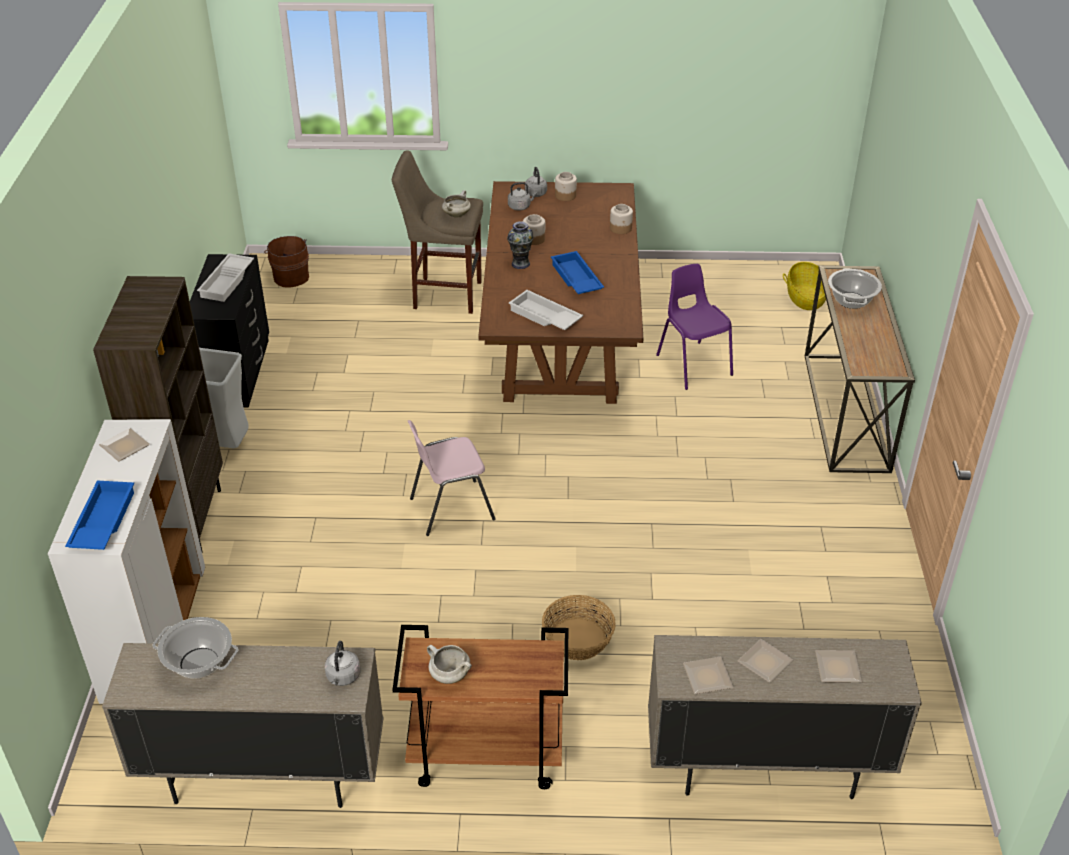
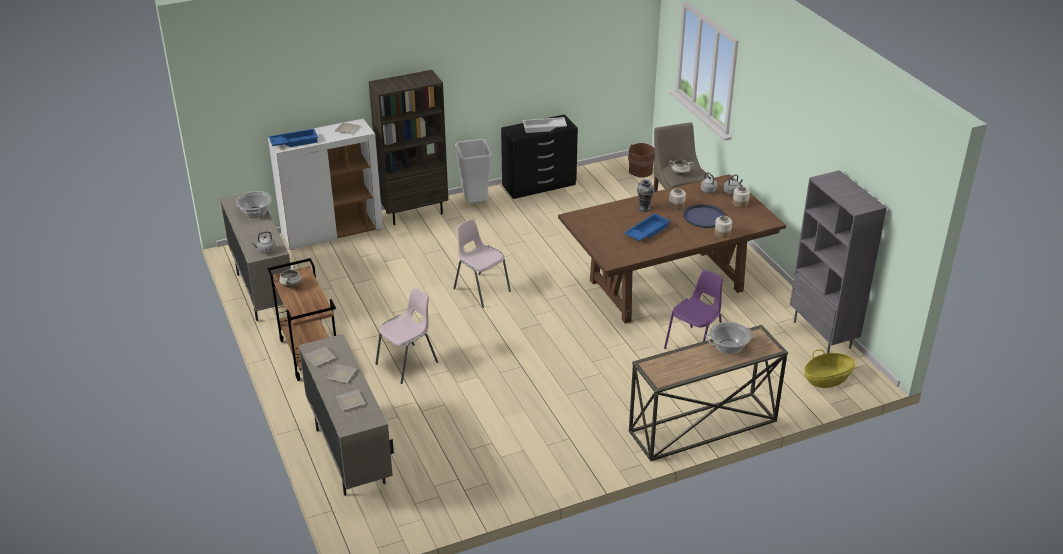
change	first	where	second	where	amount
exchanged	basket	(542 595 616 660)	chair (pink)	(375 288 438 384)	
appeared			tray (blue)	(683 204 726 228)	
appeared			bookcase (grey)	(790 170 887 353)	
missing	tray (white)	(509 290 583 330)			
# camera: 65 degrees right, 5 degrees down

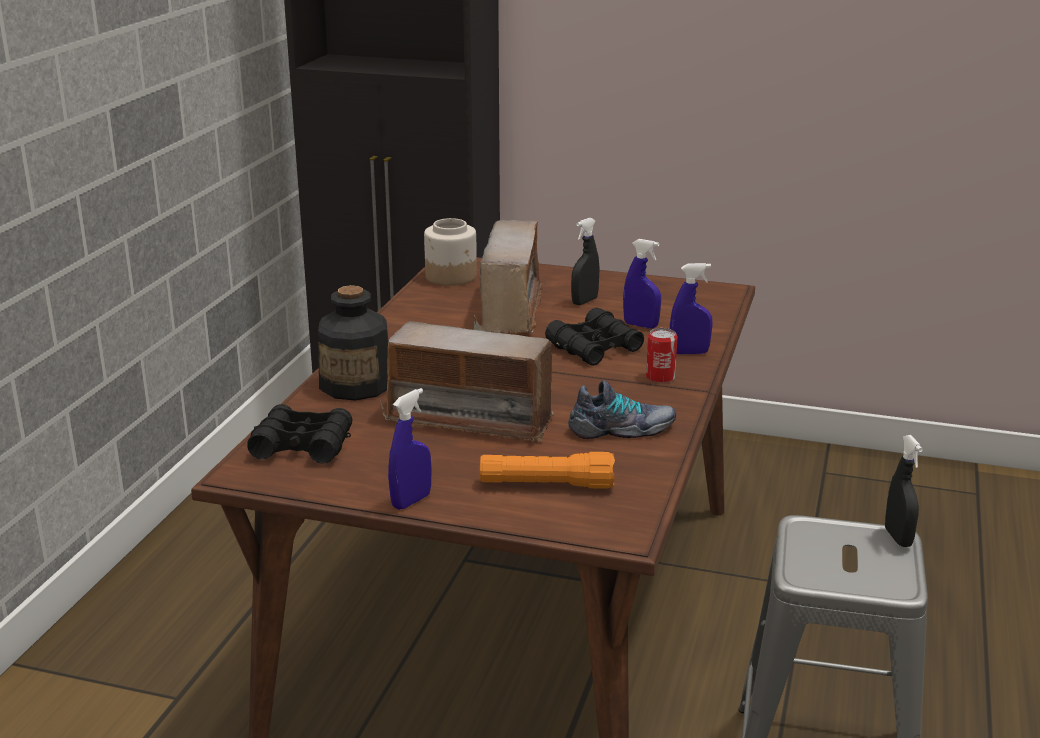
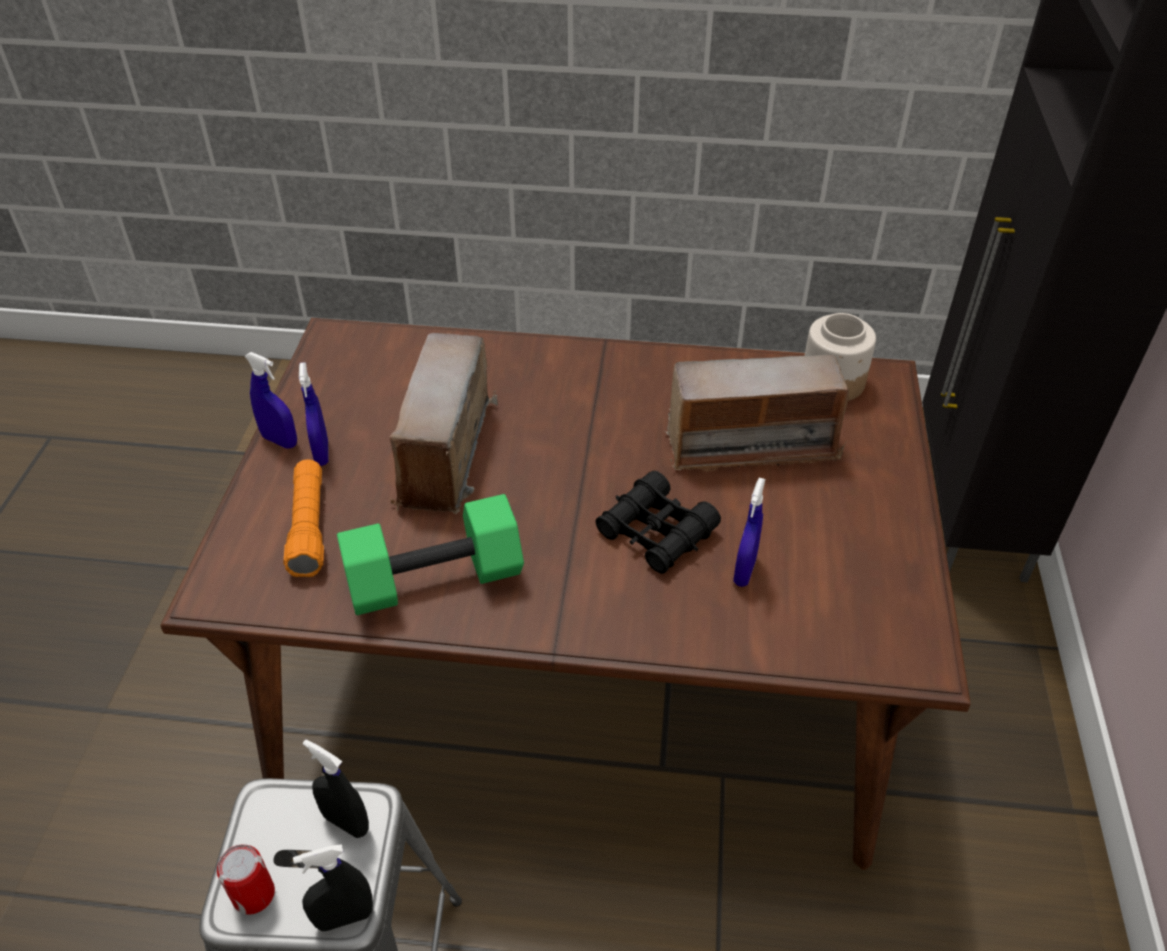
change	first	where	second	where	amount
relocated	can	(646 328 677 383)		(217 845 275 915)	
relocated	spray bottle (blue)	(670 263 713 354)		(299 362 329 466)	
relocated	spray bottle (black)	(571 218 600 305)		(303 739 369 838)	
exchanged	shoe	(568 380 676 439)	dumbbell (green)	(337 494 524 615)	
missing	binoculars (black)	(247 404 352 464)			
missing	bottle	(318 285 389 401)			
# camera: 80 degrees right, 20 degrees up

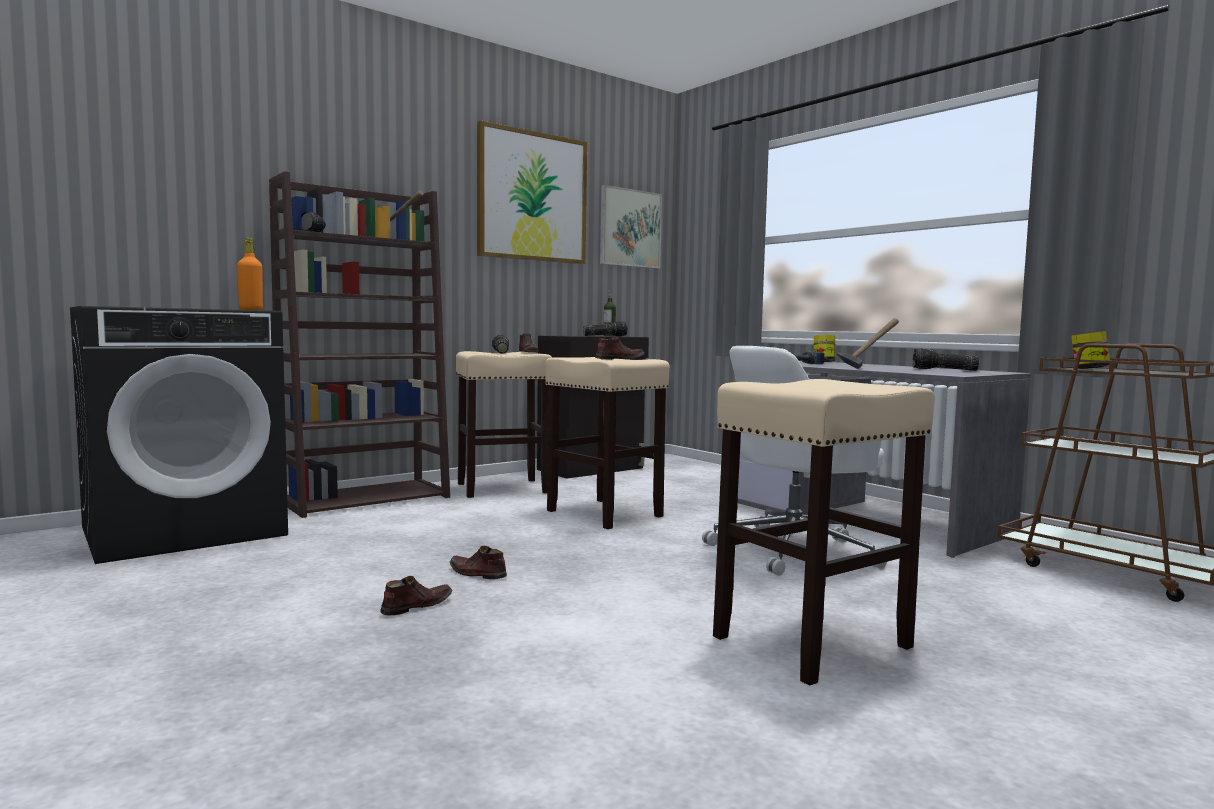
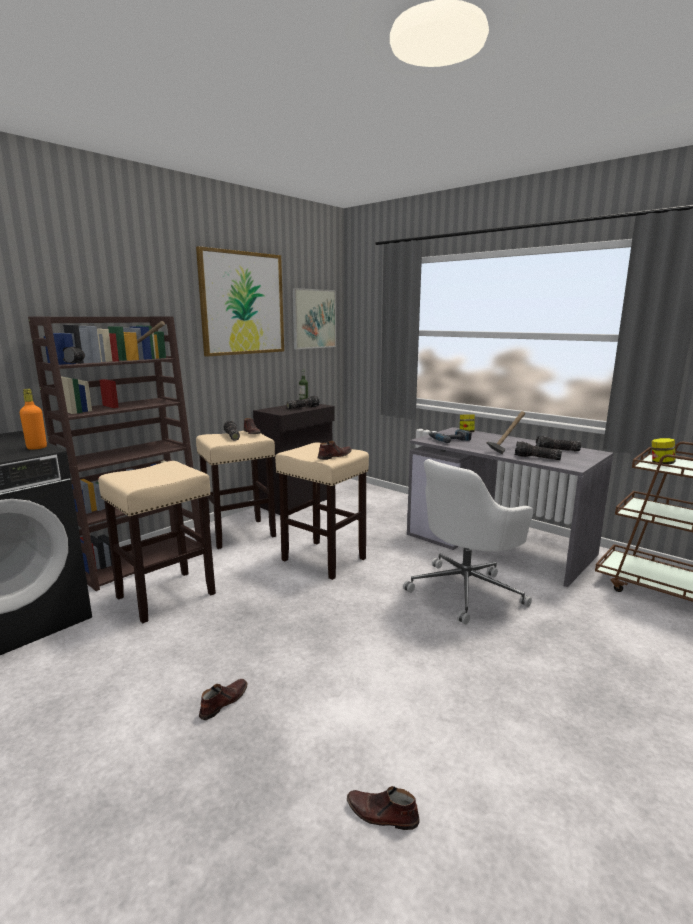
change	first	where	second	where	amount
relocated	stool (beige)	(713 379 935 686)		(98 461 216 623)	
relocated	shoe (brown)	(450 546 507 579)		(347 786 419 830)	
appeared			flashlight	(515 442 562 460)	
# camera: 10 degrees left, 10 degrees up

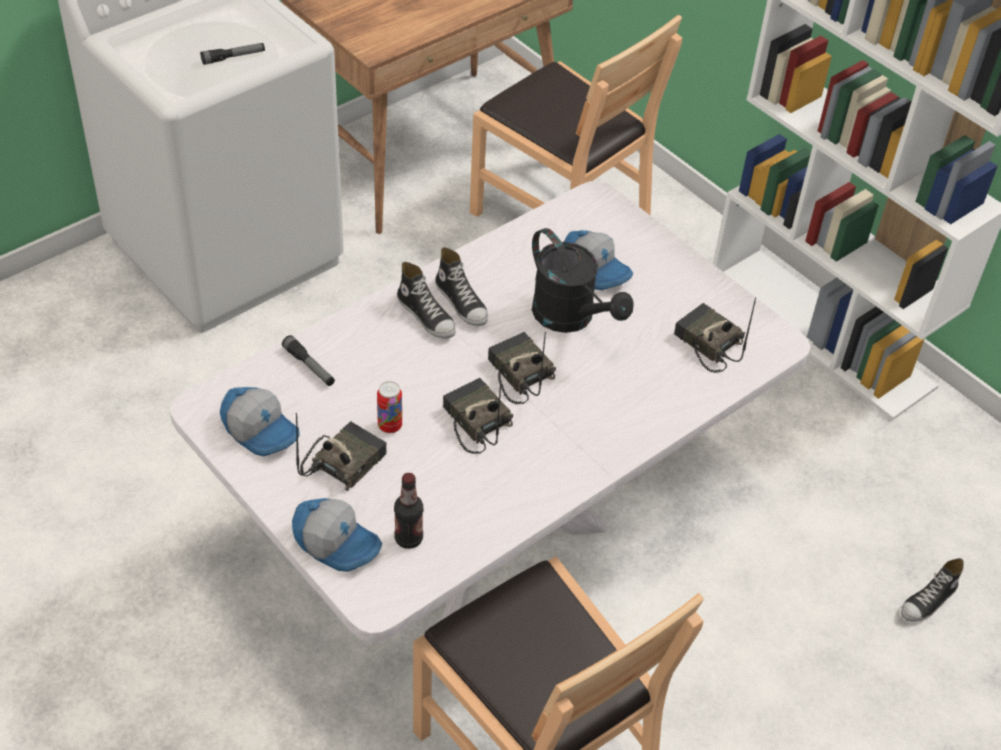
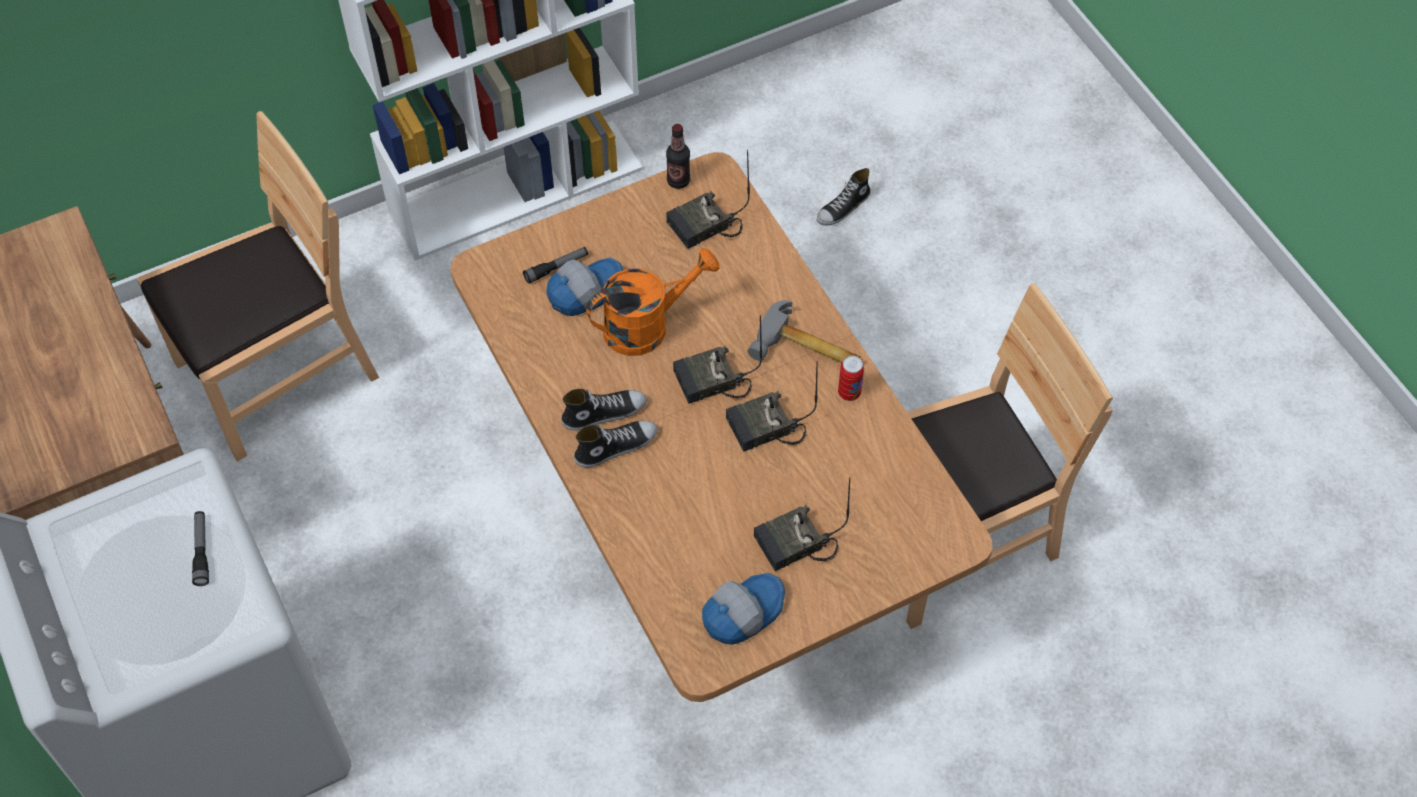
change	first	where	second	where	amount
colour	dining table (white)	(170 181 811 643)	dining table (brown)	(450 152 993 702)	
relocated	flashlight	(282 335 335 386)		(523 247 588 284)	
colour	watering can (black)	(532 228 633 333)	watering can (orange)	(586 248 720 356)	
relocated	bottle	(394 473 423 549)		(666 124 690 189)	
appeared			hammer	(748 300 861 363)	
spun	radio	(296 413 387 491)		(754 477 850 571)	75 degrees counterclockwise
spun	shoe	(901 558 964 622)		(817 168 871 225)	75 degrees clockwise
relocated	can	(377 381 402 433)		(838 356 864 401)	
missing	cap	(292 498 382 572)			
# camera: 75 degrees left, 10 degrees up

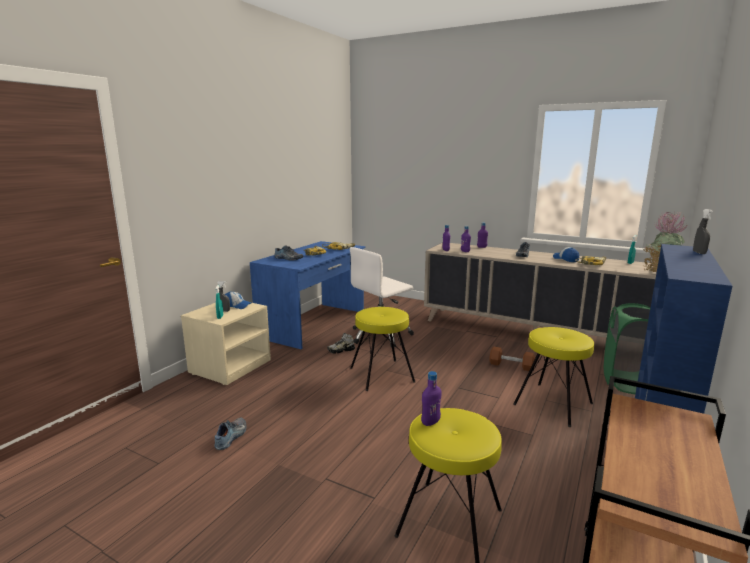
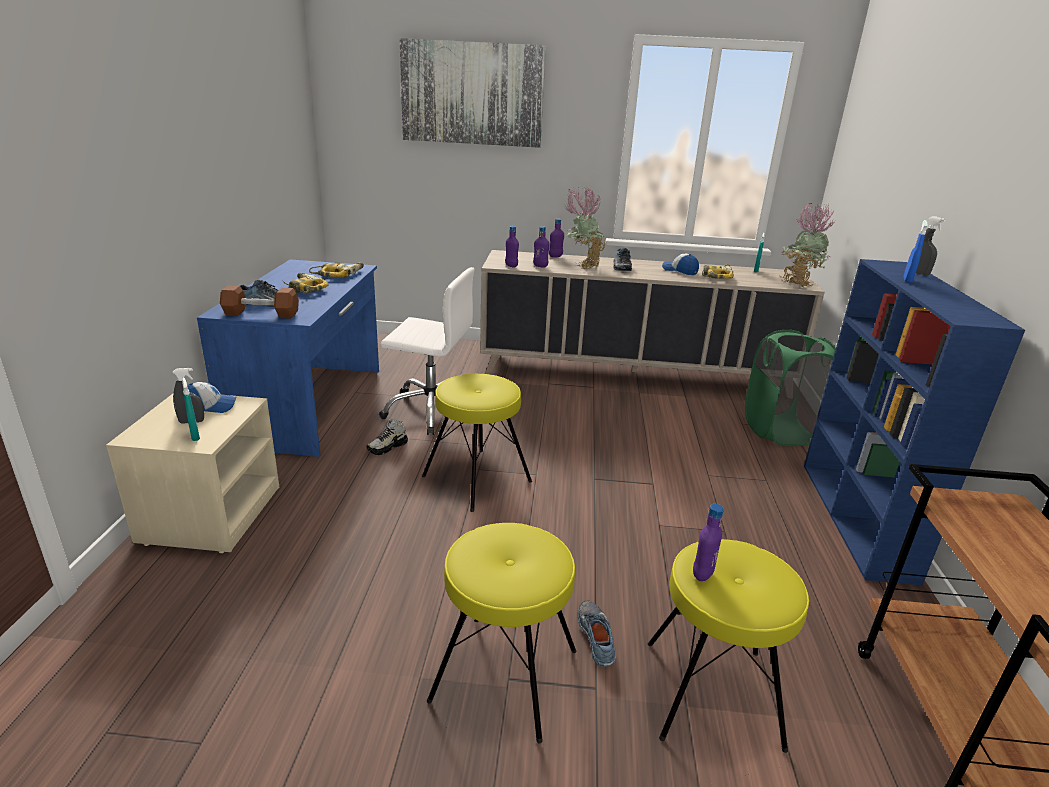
change	first	where	second	where	amount
relocated	dumbbell (brown)	(489 347 535 371)		(220 285 299 319)	
spun	office chair (white)	(350 247 414 348)		(379 267 474 435)	105 degrees counterclockwise
appeared			picture	(399 38 546 148)	
relocated	stool (yellow)	(513 327 594 427)		(427 523 576 743)	
appeared			potted plant	(565 186 606 269)	
relocated	shoe	(214 418 246 450)		(578 601 616 667)	
appeared			spray bottle (blue)	(904 220 928 283)	
# camera: 25 degrees left, 10 degrees up

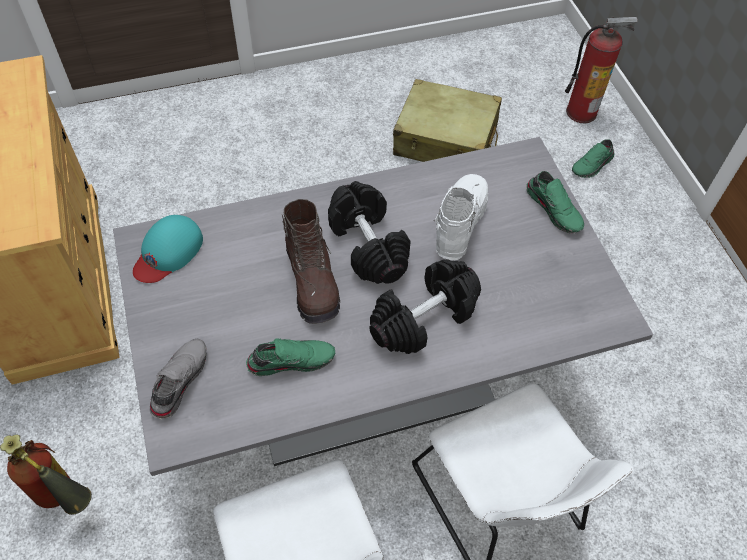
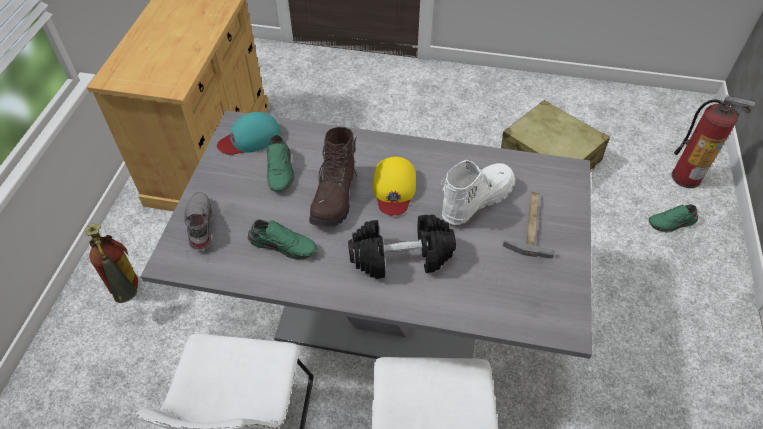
change	first	where	second	where	amount
spun	shoe (grey)	(150 339 207 419)		(184 192 212 250)	60 degrees counterclockwise
relocated	shoe (green)	(526 171 584 233)		(267 135 295 191)	
exchanged	dumbbell (black)	(328 181 411 284)	cap (yellow)	(373 157 416 216)	
appeared			hammer	(503 192 554 258)	
# camera: 30 degrees right, 5 degrees down

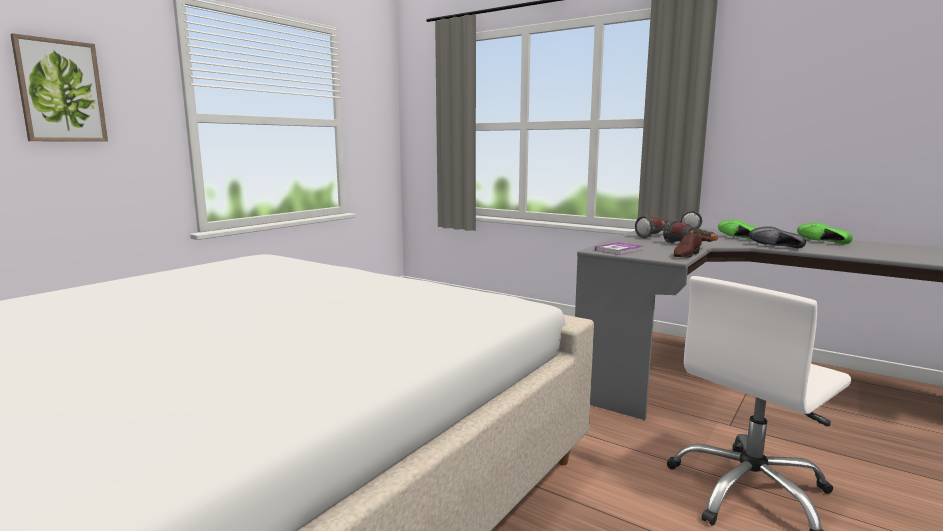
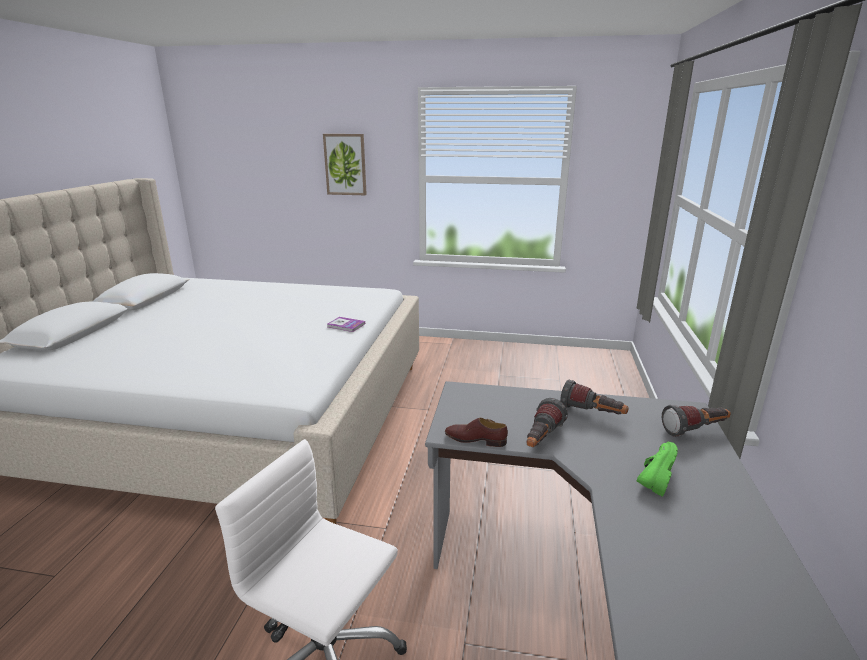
change	first	where	second	where	amount
relocated	book	(595 242 643 255)		(327 317 365 332)	
missing	shoe (black)	(749 226 806 248)			
missing	shoe (green)	(797 223 853 244)			
# camera: 65 degrees right, 10 degrees up

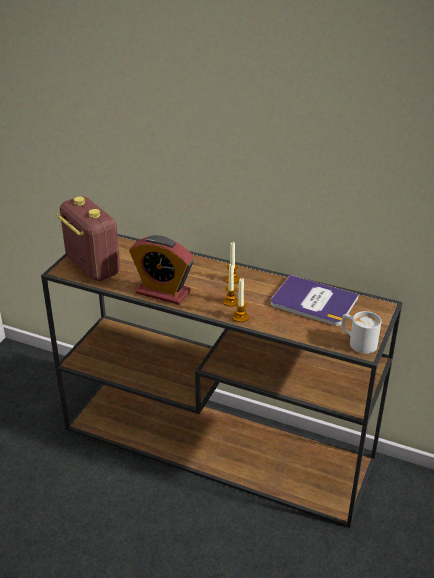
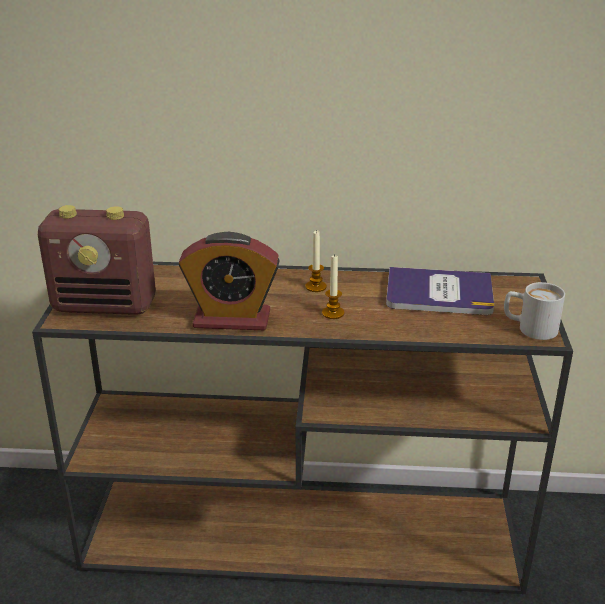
change	first	where	second	where	amount
spun	radio	(56 196 120 281)		(38 205 156 315)	150 degrees clockwise
missing	candle	(233 278 249 322)			
# camera: 20 degrees left, 5 degrees down

